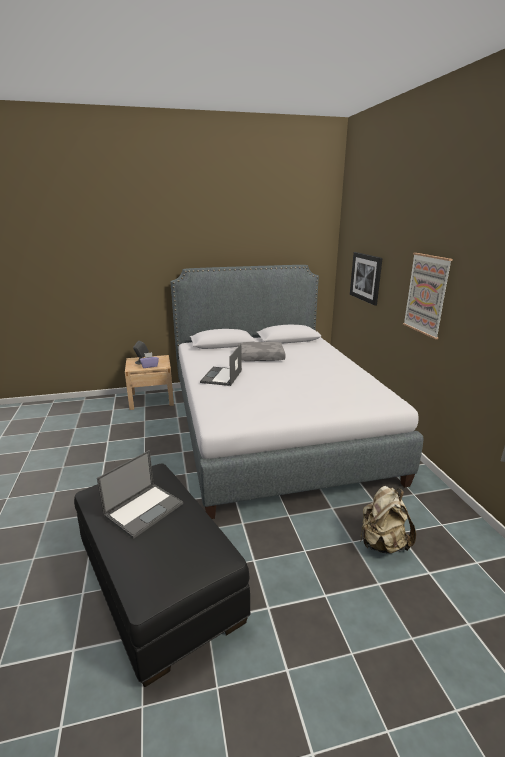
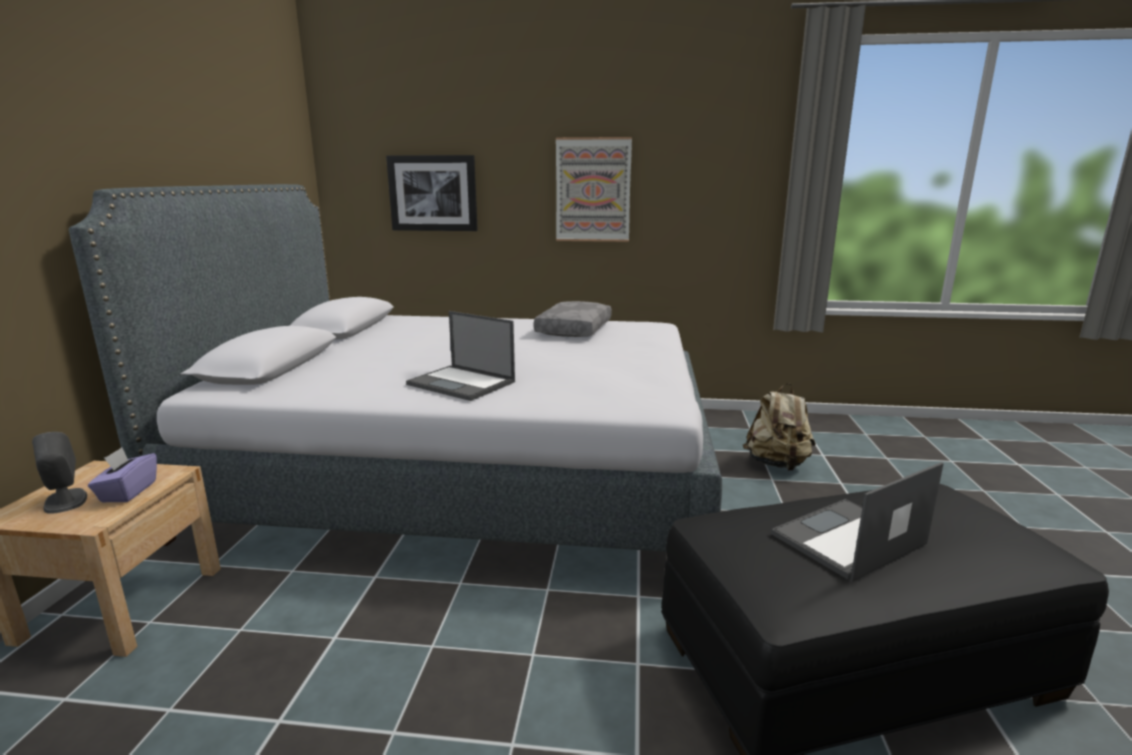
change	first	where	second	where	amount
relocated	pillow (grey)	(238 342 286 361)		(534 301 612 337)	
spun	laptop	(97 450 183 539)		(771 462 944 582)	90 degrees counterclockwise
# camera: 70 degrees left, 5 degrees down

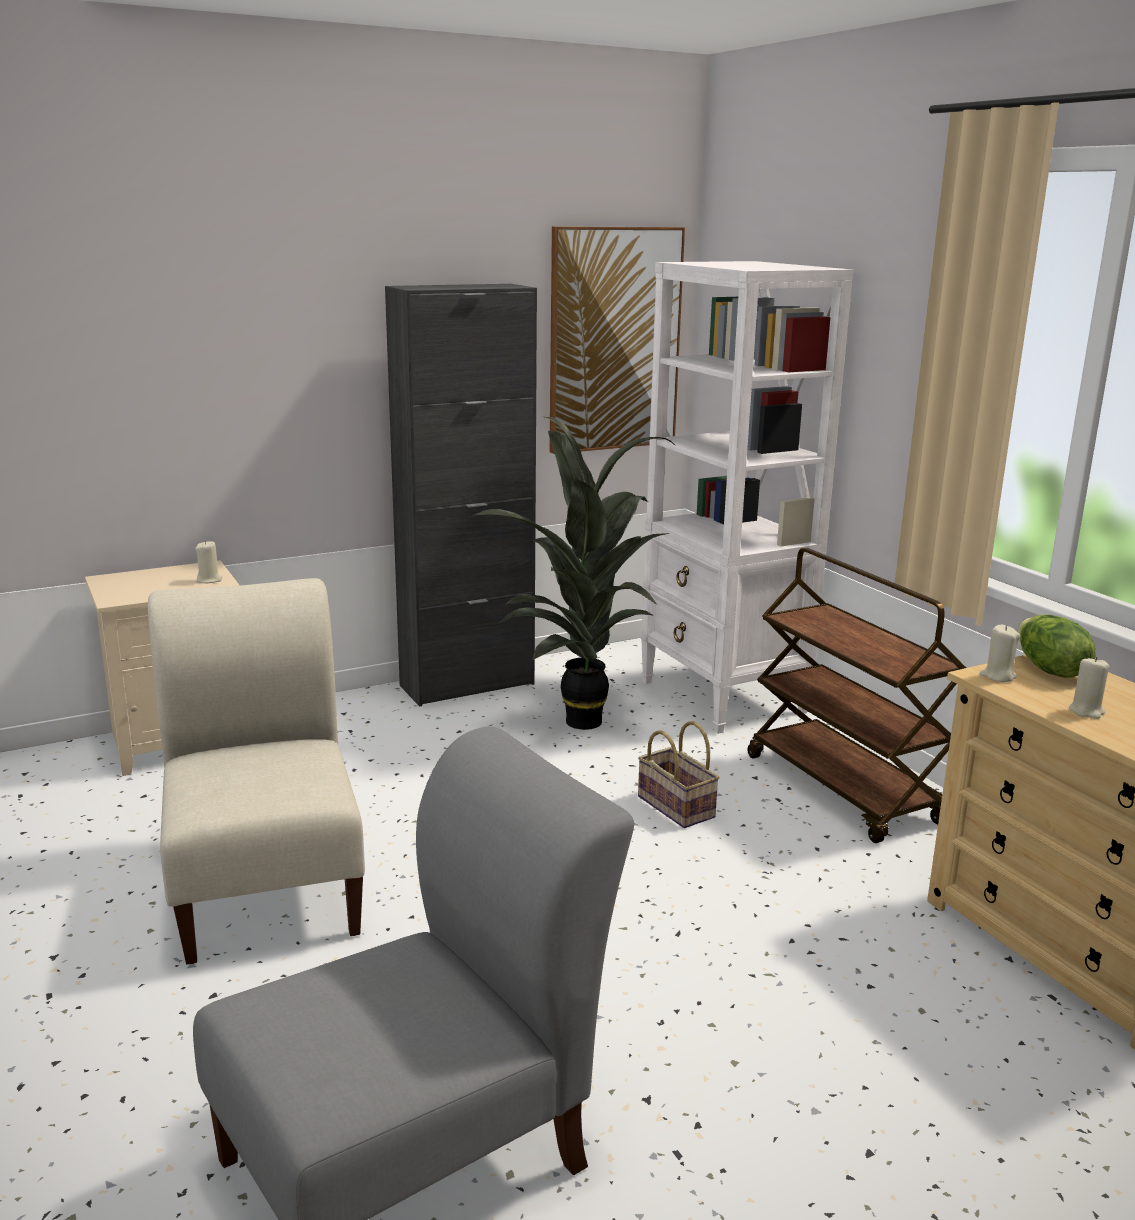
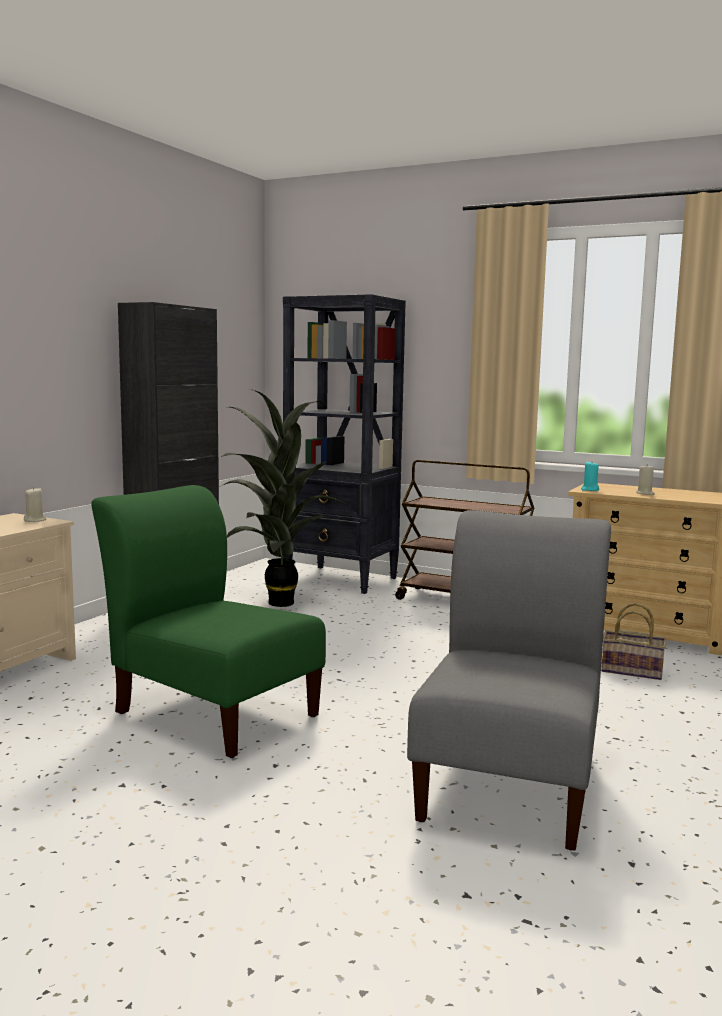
change	first	where	second	where	amount
colour	chair (beige)	(148 578 365 965)	chair (green)	(91 485 326 758)	
colour	bookcase (white)	(640 261 853 734)	bookcase (black)	(283 294 406 594)	
colour	candle (beige)	(980 625 1020 682)	candle (turquoise)	(581 462 599 491)	
relocated	basket	(638 721 720 828)		(601 603 666 680)	
missing	picture	(549 226 685 454)			
missing	lettuce	(1018 614 1096 678)			
# camera: 35 degrees left, 10 degrees down

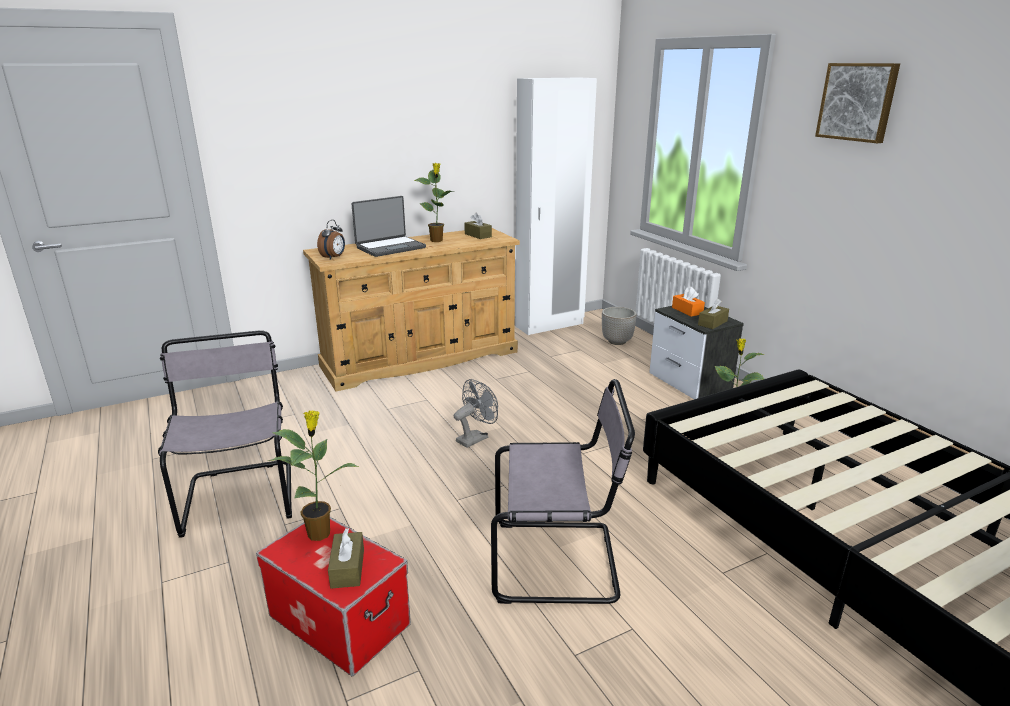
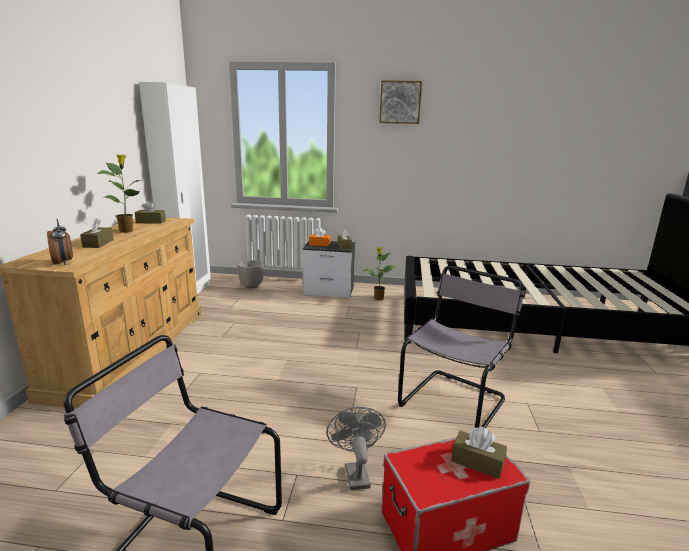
change	first	where	second	where	amount
exchanged	laptop	(351 196 426 257)	tissue box (brown)	(80 218 114 248)	
relocated	fan (grey)	(454 379 498 448)		(326 407 386 490)	
missing	potted plant	(268 410 359 541)			
# camera: 55 degrees left, 5 degrees down

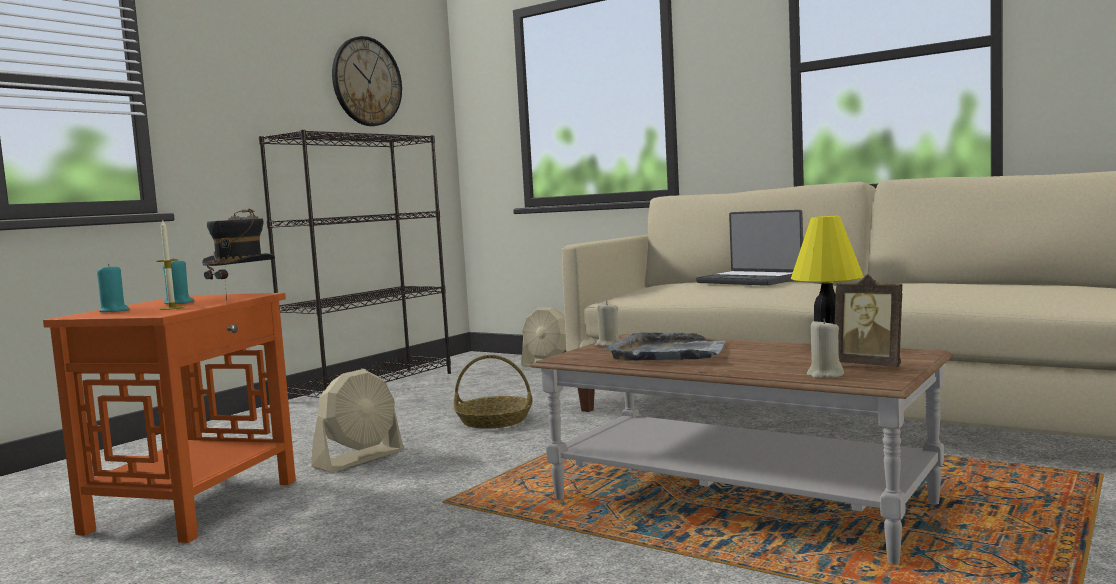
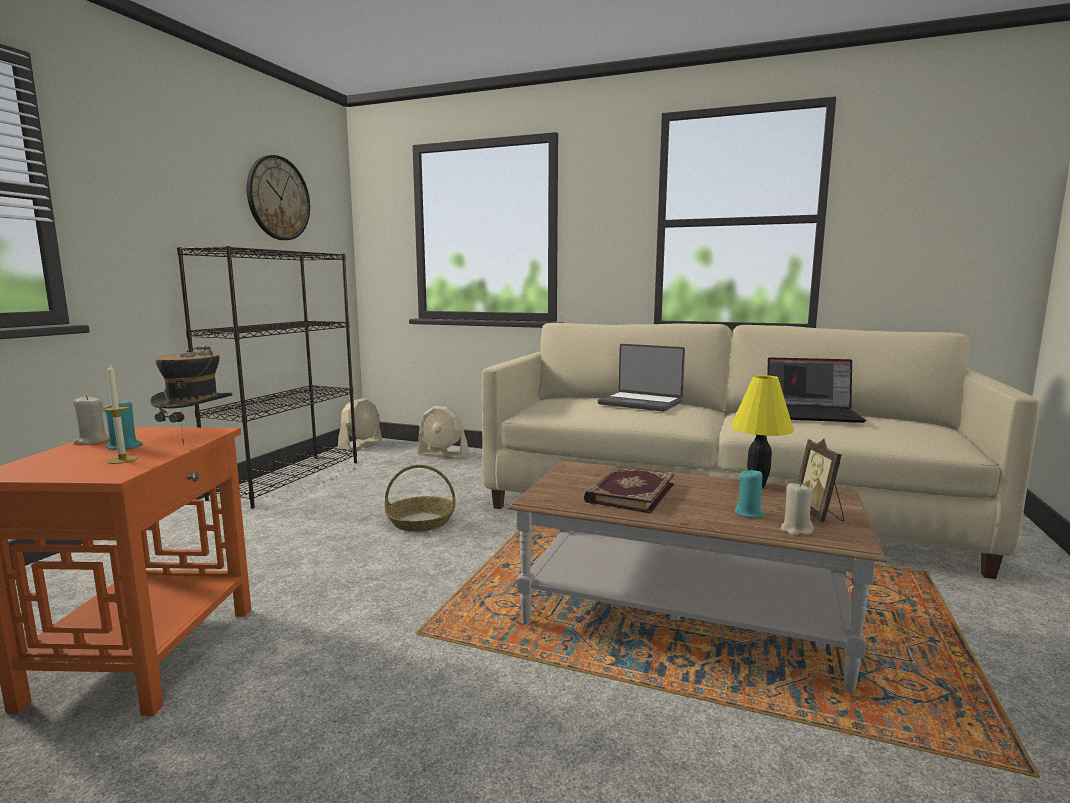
change	first	where	second	where	amount
relocated	candle (beige)	(595 301 620 347)		(73 395 109 444)	
relocated	fan (beige)	(311 369 403 473)		(338 398 382 451)	
exchanged	tray (grey)	(605 332 725 361)	book	(584 466 674 514)	
relocated	candle (turquoise)	(97 264 129 312)		(734 469 764 518)	
appeared			laptop	(767 357 866 423)	
spun	picture frame	(834 274 902 367)		(797 439 844 522)	60 degrees clockwise
# camera: 15 degrees left, 5 degrees up

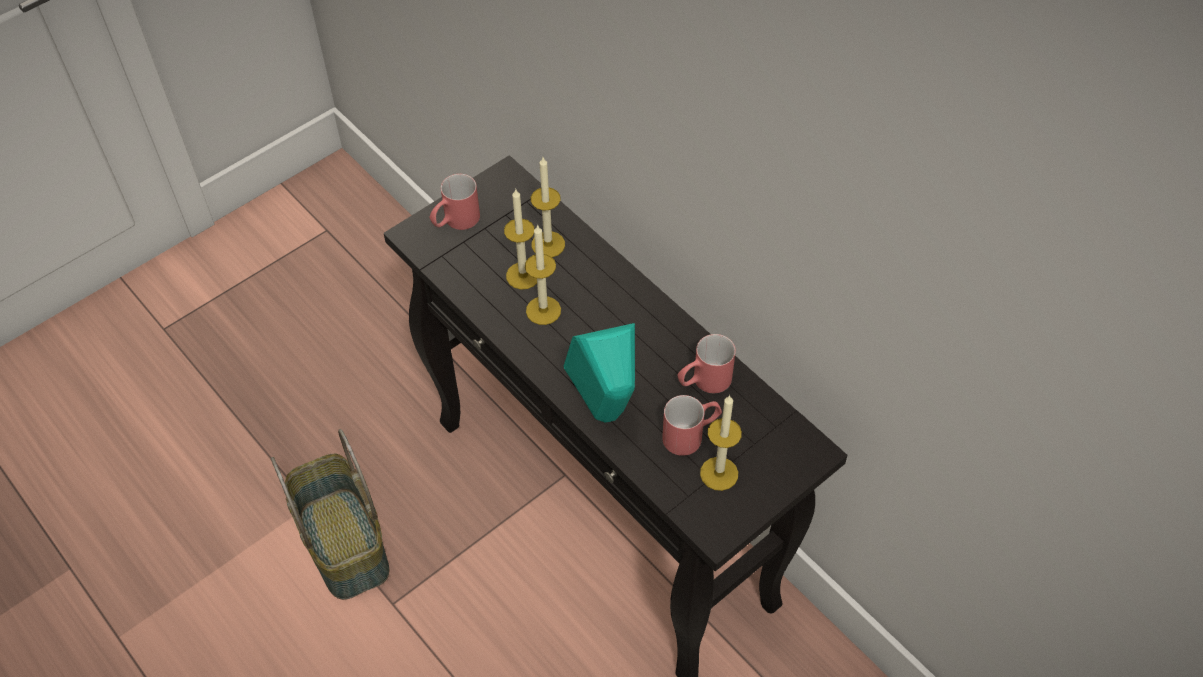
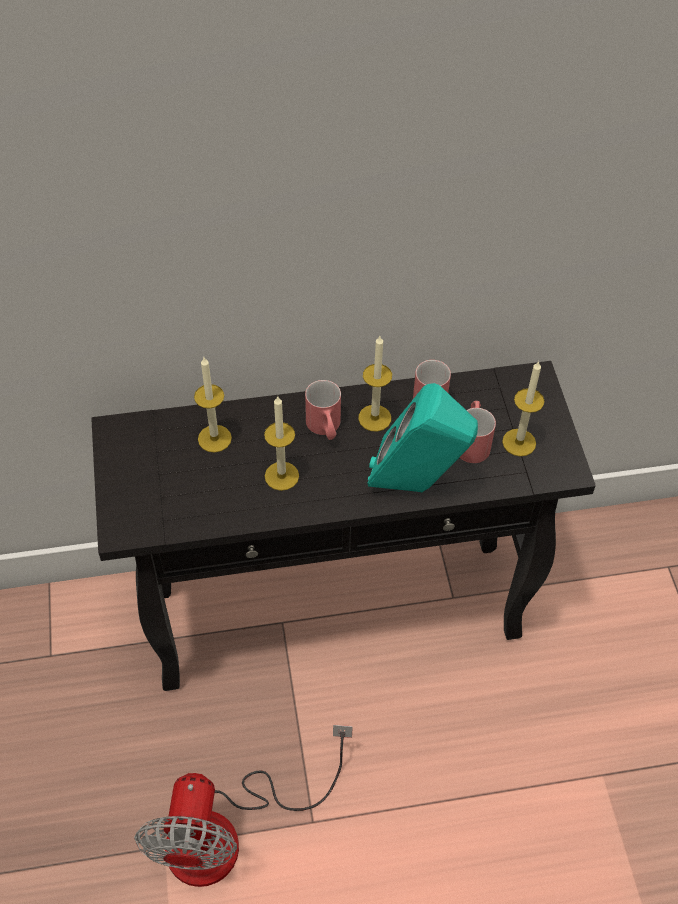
change	first	where	second	where	amount
exchanged	basket	(271 429 390 600)	fan	(134 725 353 887)	
relocated	mug (red)	(430 174 480 230)		(305 380 341 440)	
relocated	candle	(504 189 537 289)		(358 336 392 432)	
# camera: 60 degrees left, 0 degrees up

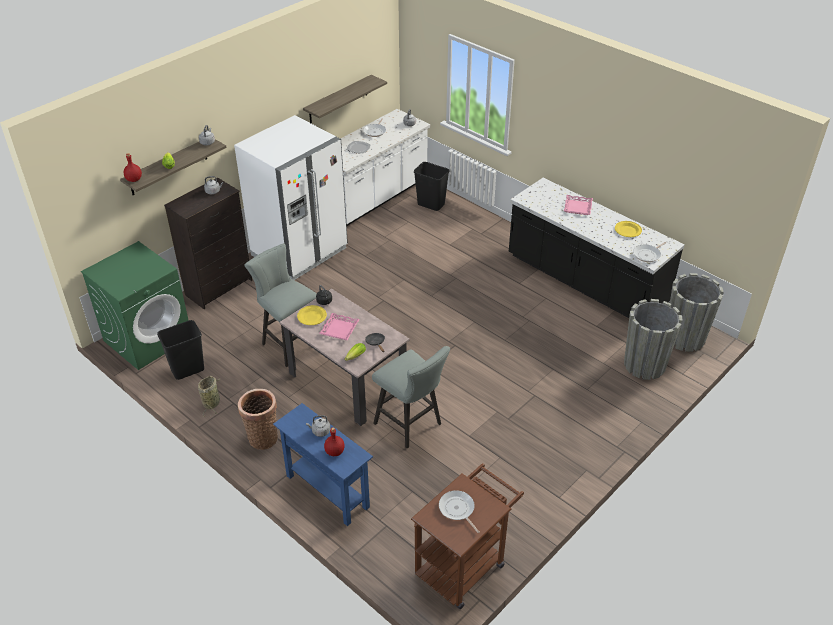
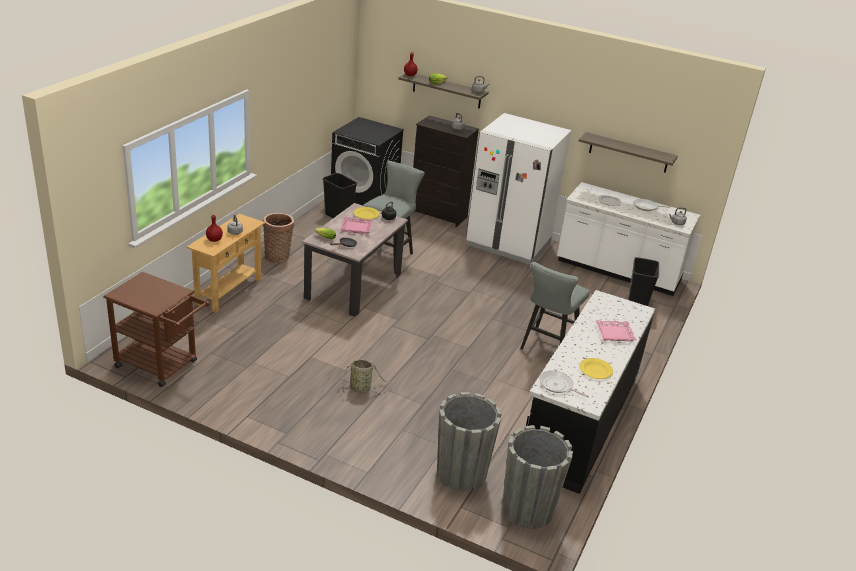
change	first	where	second	where	amount
colour	console table (blue)	(273 403 373 526)	console table (beige)	(186 214 265 313)	
colour	washing machine (green)	(81 241 189 370)	washing machine (black)	(331 117 404 205)	
relocated	basket	(198 376 220 416)		(339 359 392 393)	
relocated	stool (grey)	(372 346 450 449)		(520 262 590 350)	
missing	frying pan	(439 490 480 533)			
# camera: 70 degrees right, 10 degrees down

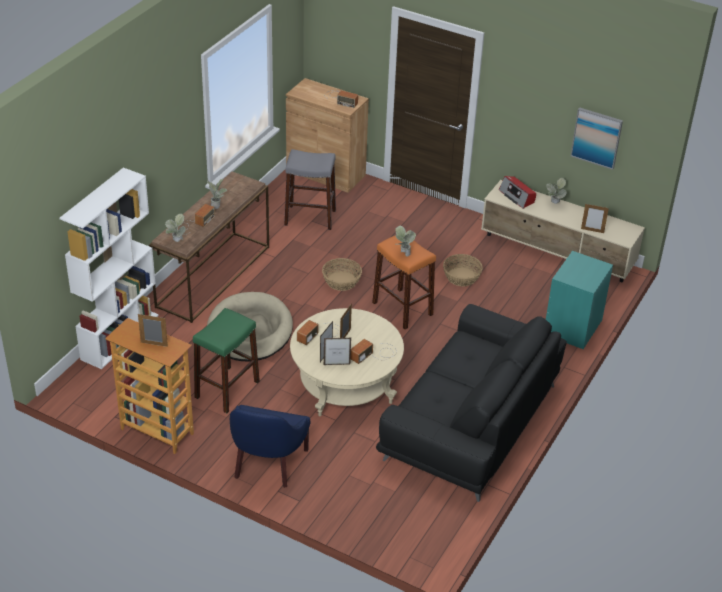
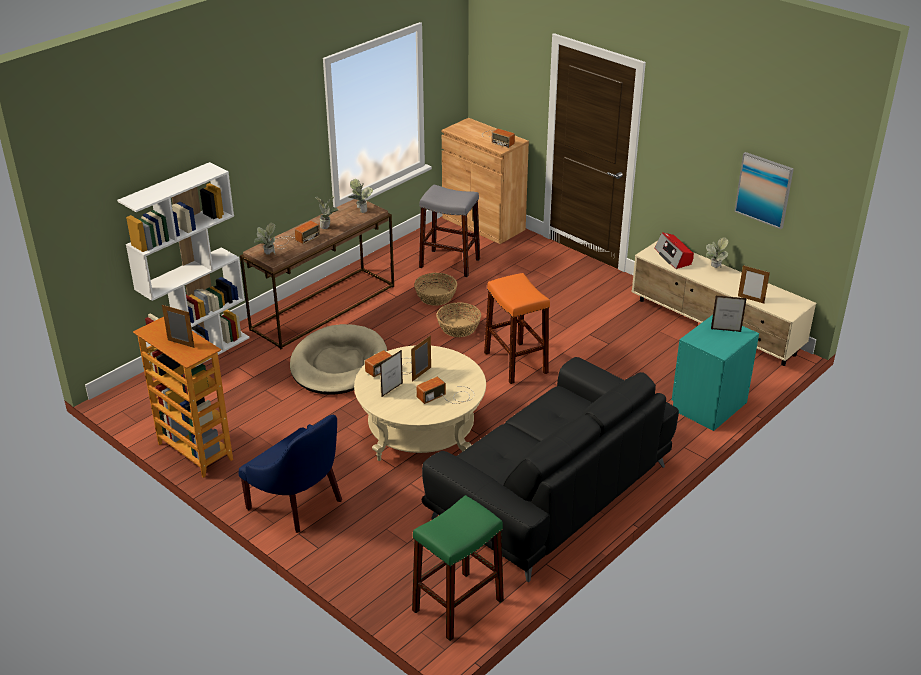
change	first	where	second	where	amount
spun	armchair (blue)	(230 405 310 488)		(239 414 342 533)	75 degrees counterclockwise
relocated	potted plant	(395 226 416 256)		(349 179 373 213)	
relocated	stool (green)	(193 308 260 413)		(412 495 504 641)	
relocated	basket	(443 254 483 286)		(414 273 457 306)	
relocated	picture frame	(324 338 351 365)		(711 296 747 332)	
# camera: 15 degrees right, 5 degrees down

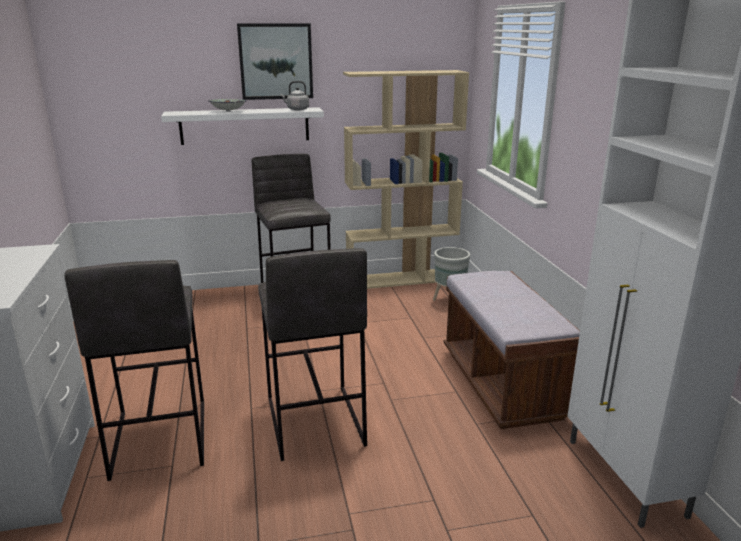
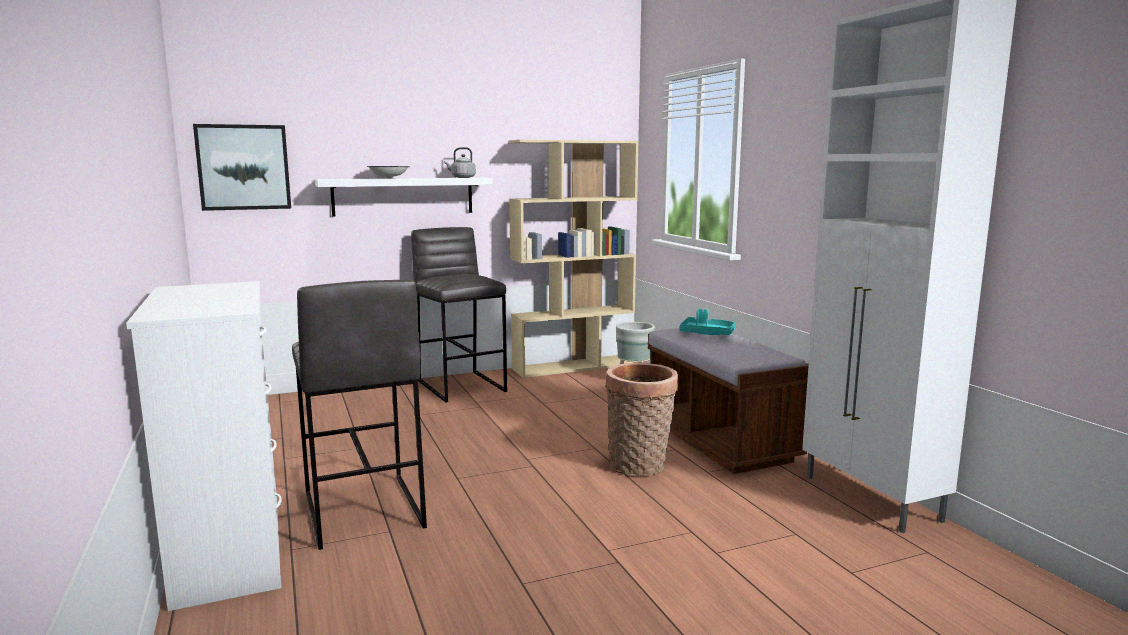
change	first	where	second	where	amount
relocated	picture	(237 24 313 100)		(193 124 291 211)	
appeared			basket	(605 363 678 476)	
appeared			tray (turquoise)	(679 309 735 335)	
missing	stool (grey)	(258 248 367 461)			
# camera: 10 degrees left, 10 degrees down

